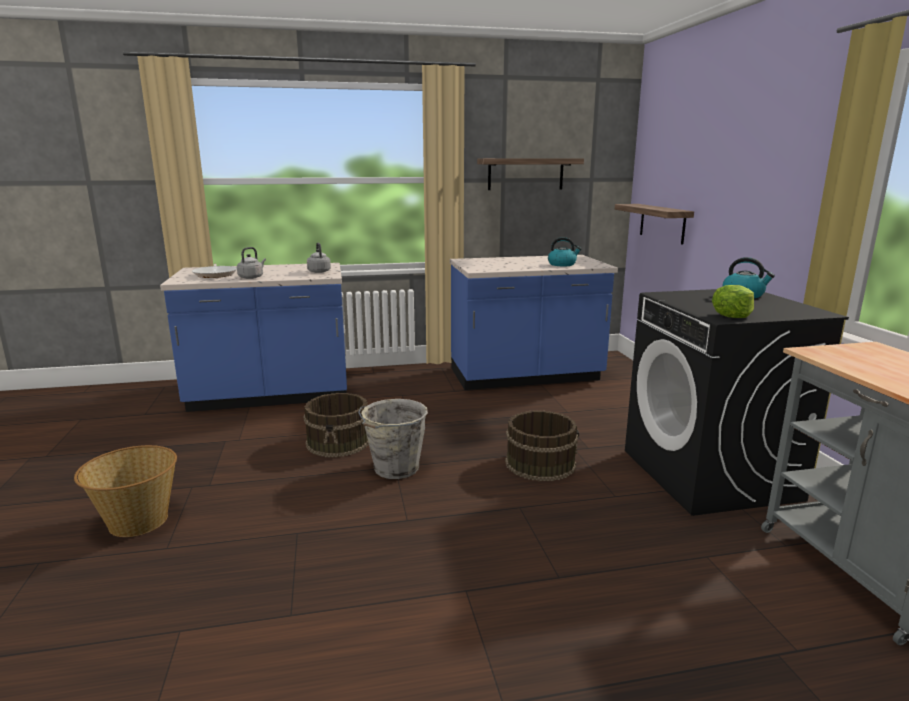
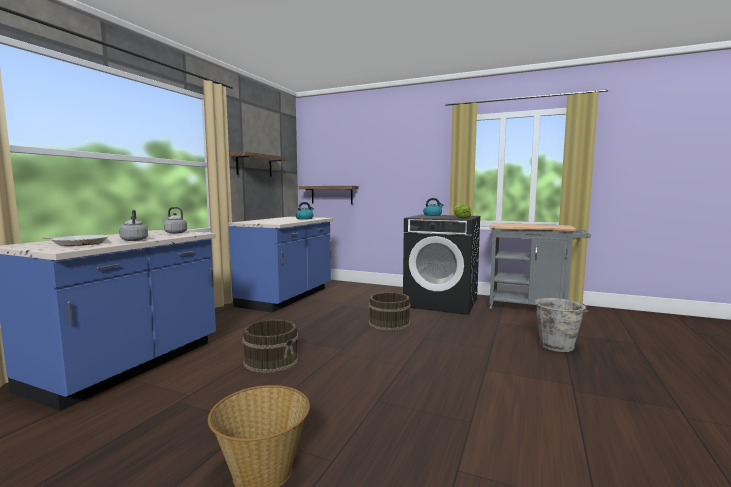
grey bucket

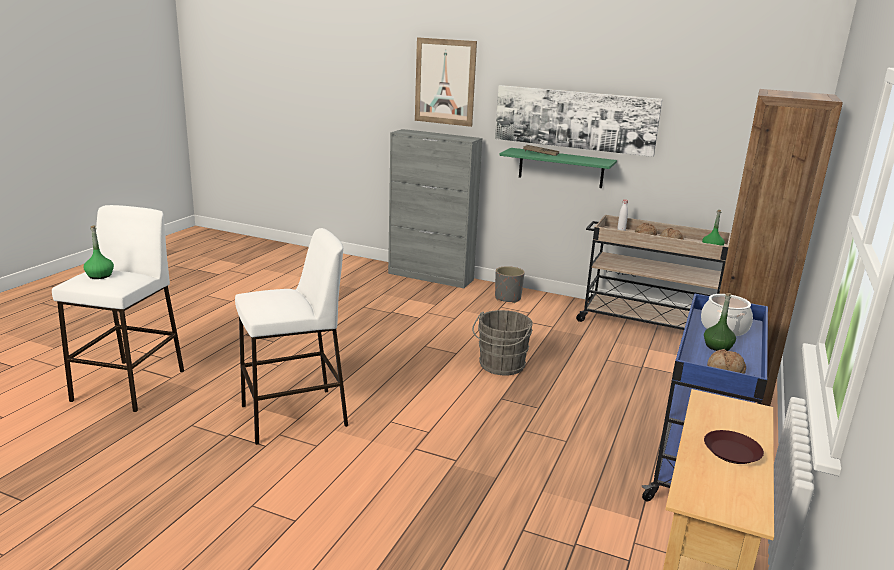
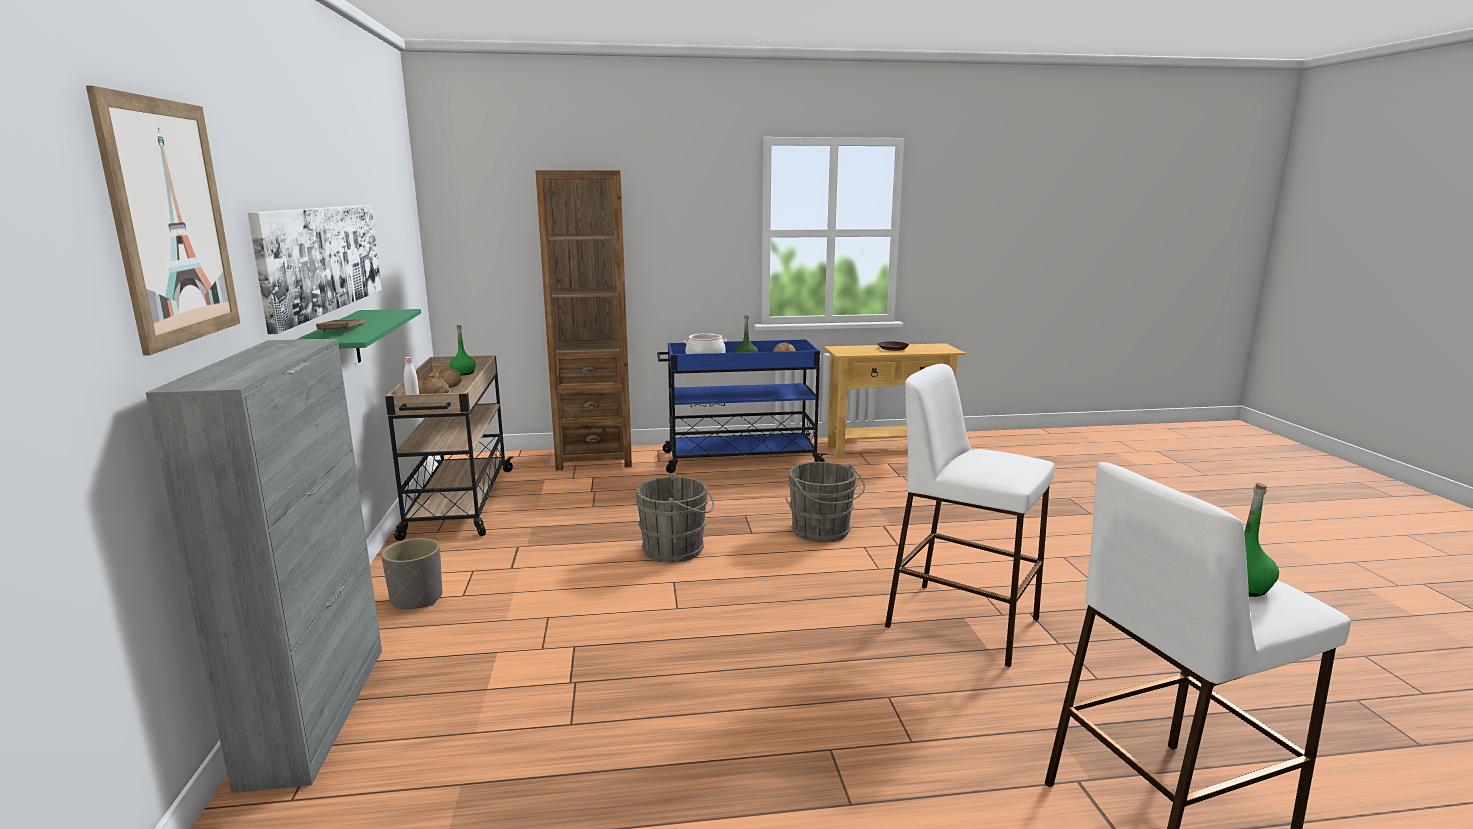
grey bucket (2nd from left)

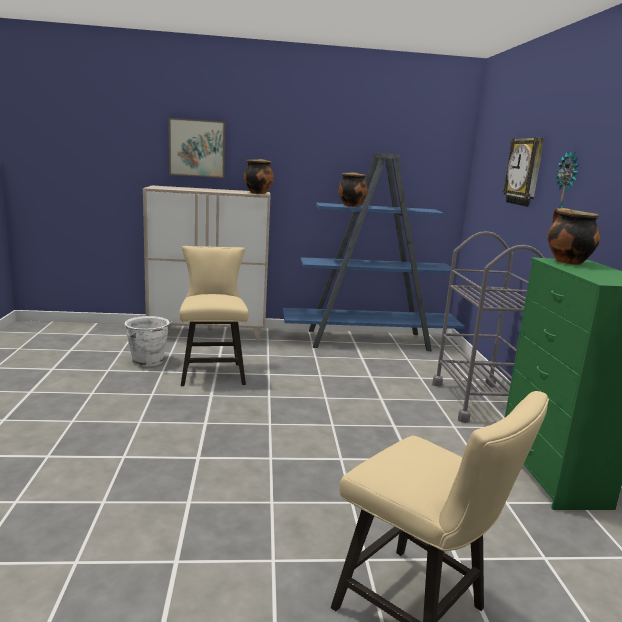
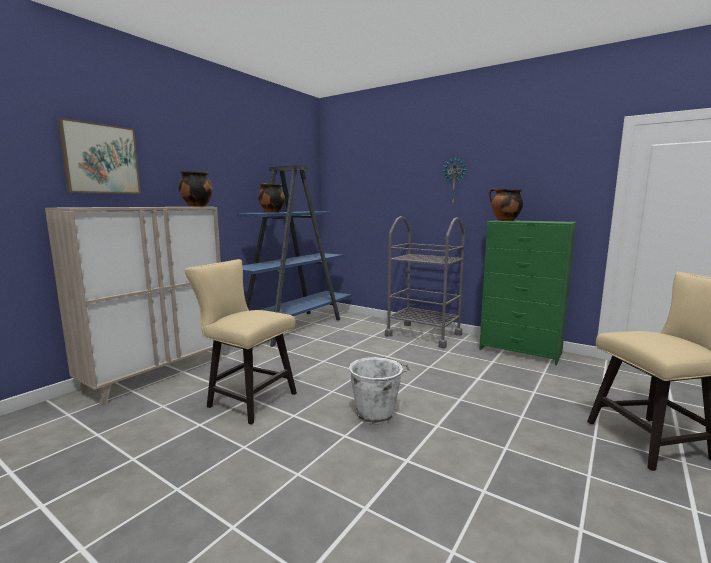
white bucket; wall clock (1st from left in the first image)

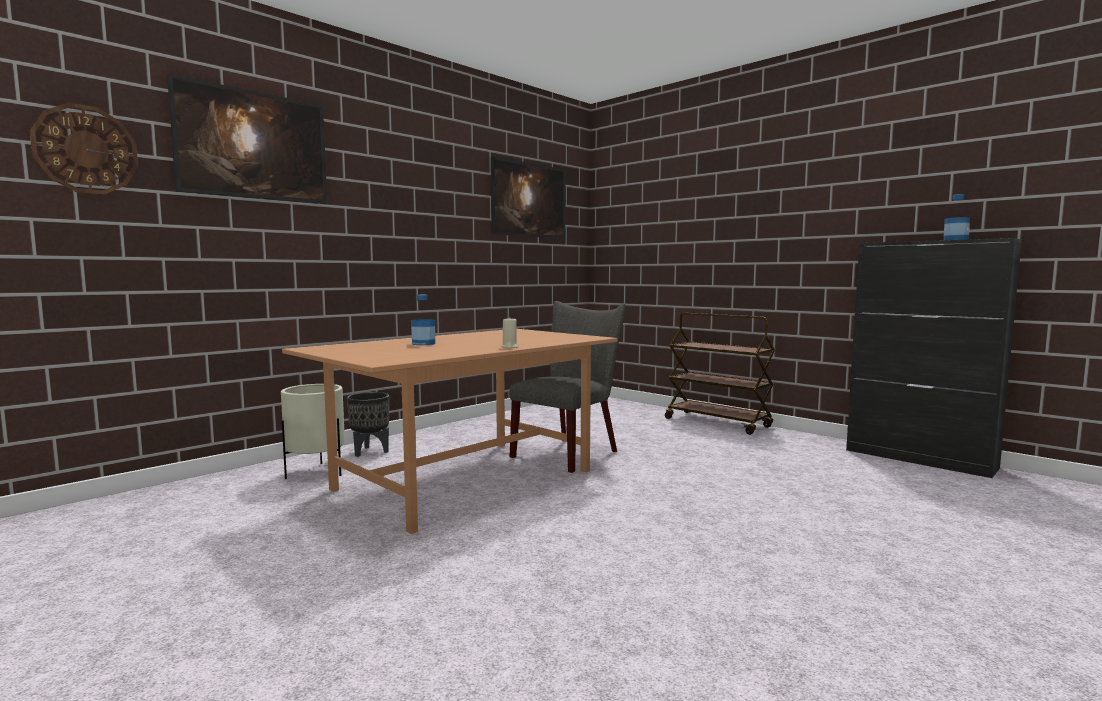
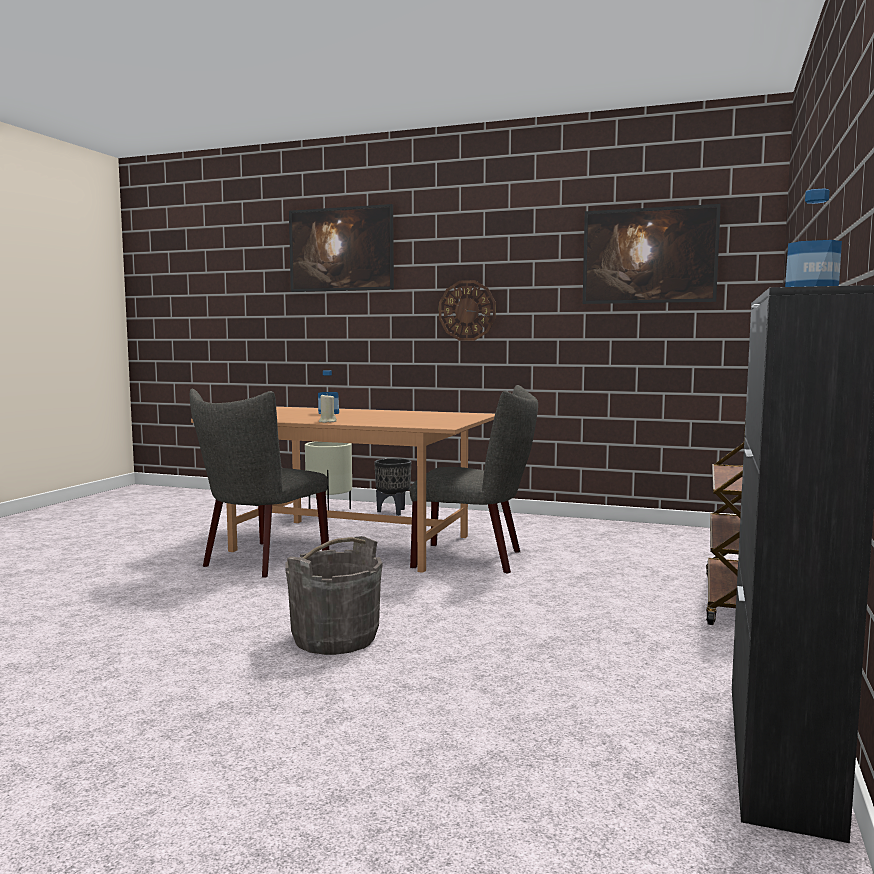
grey chair (1st from left); grey bucket; wall clock

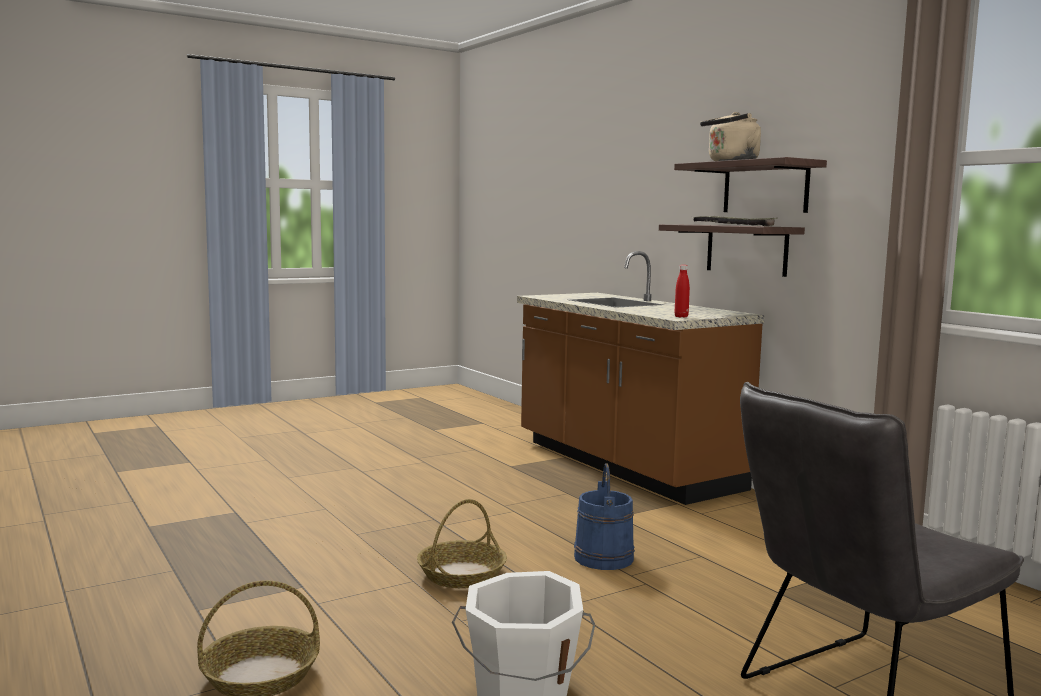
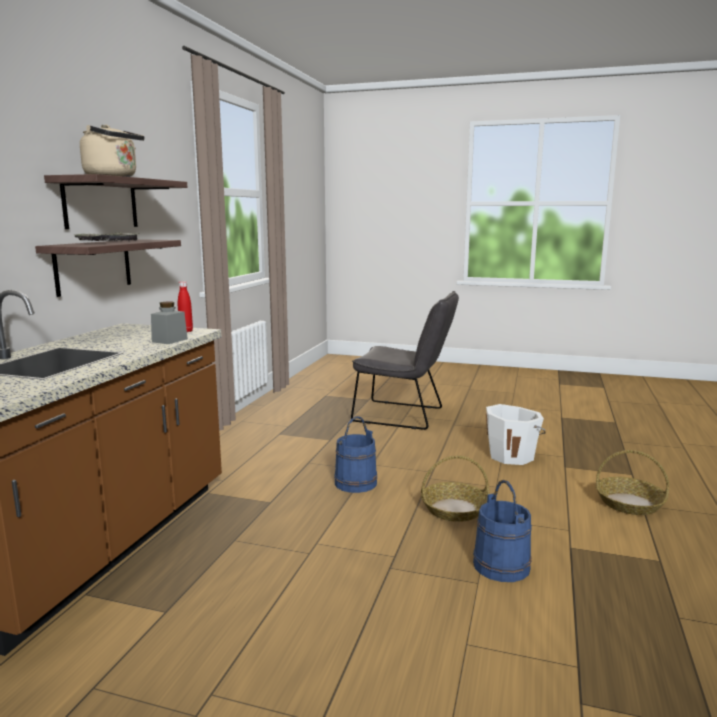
grey jar; blue bucket (2nd from left)

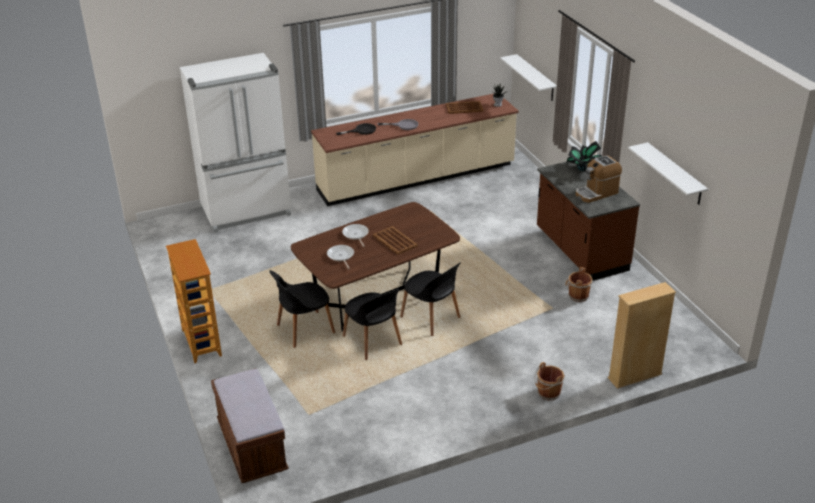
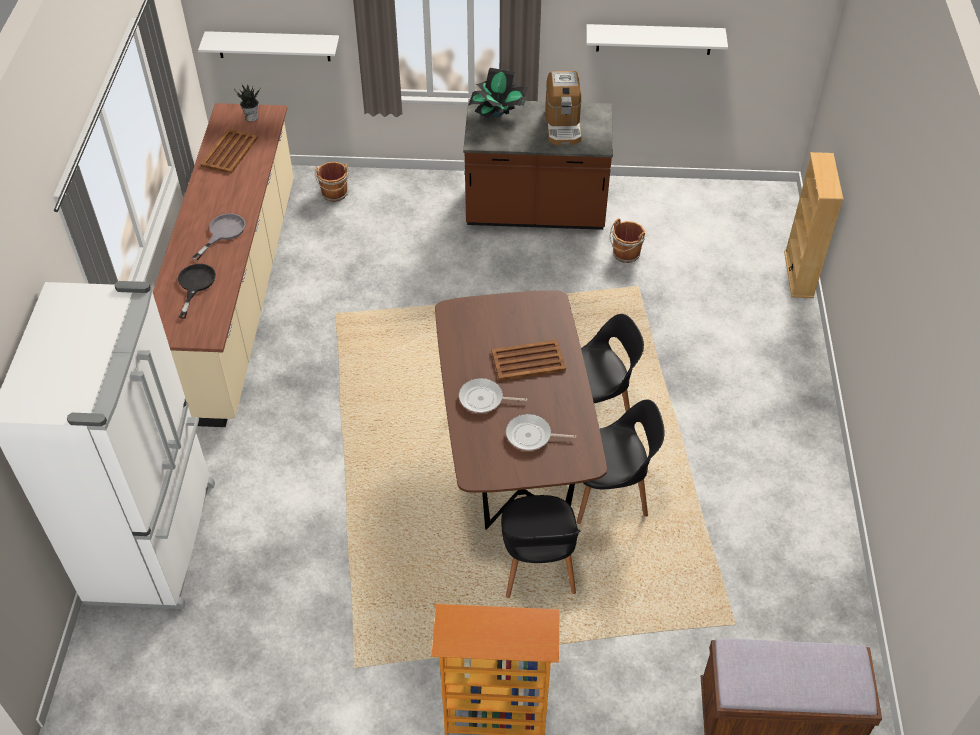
brown bucket (1st from left)

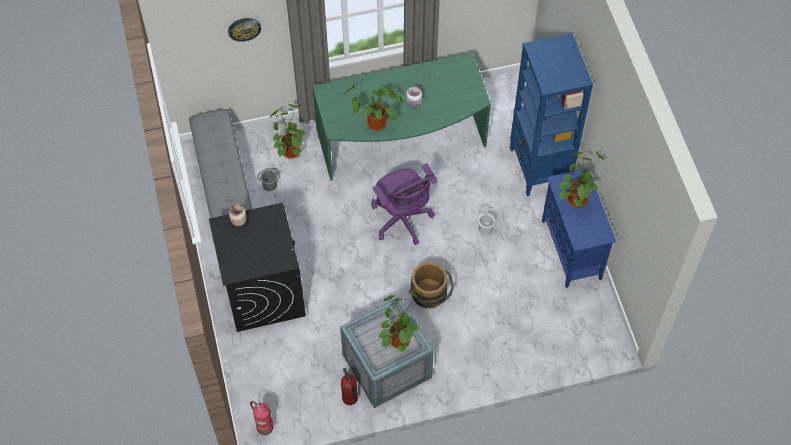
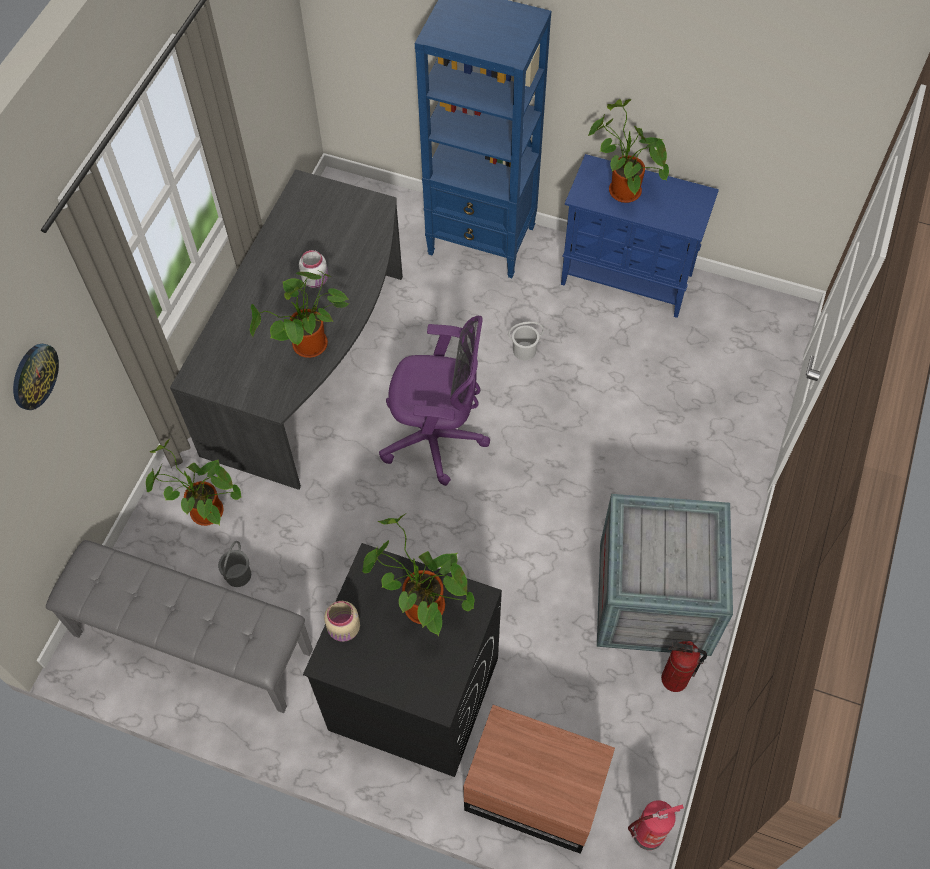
grey desk; potted plant (3rd from left); brown nightstand; brown bucket

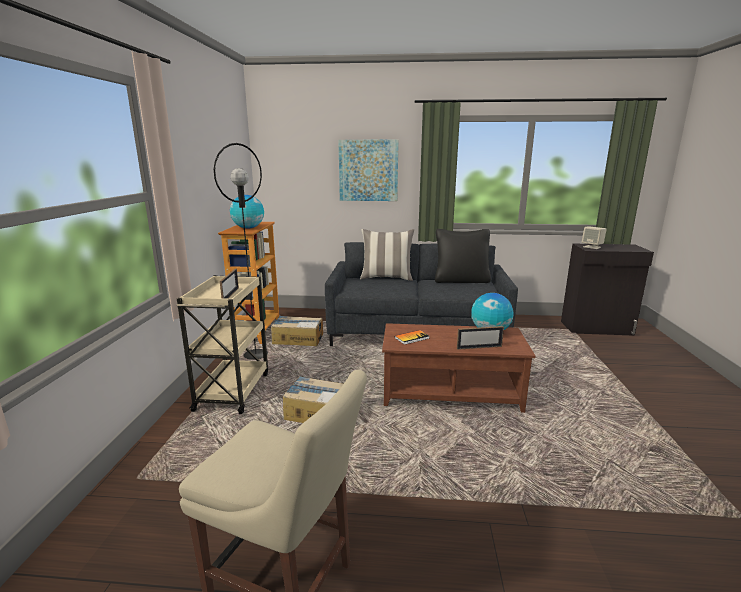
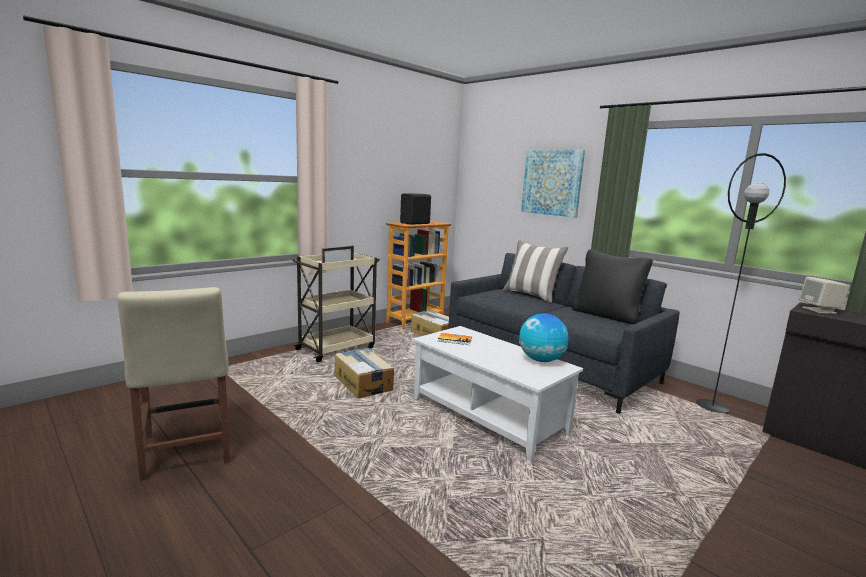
black speaker; white coffee table; black floor lamp; picture frame (2nd from left in the first image)

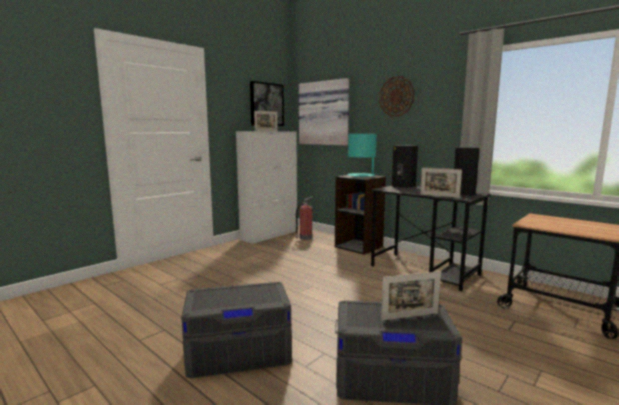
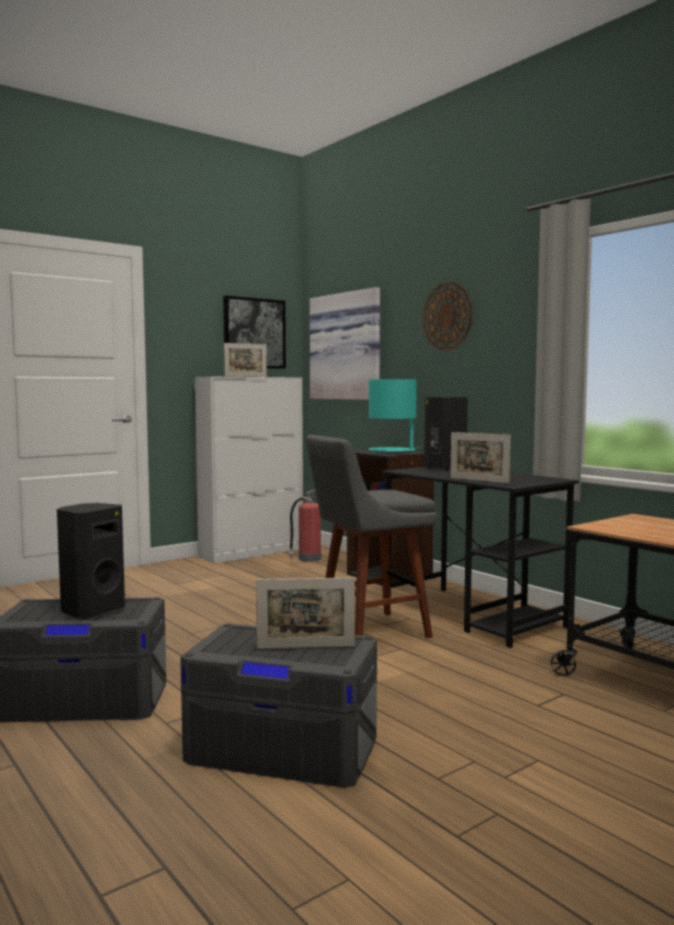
black speaker (1st from left); grey stool

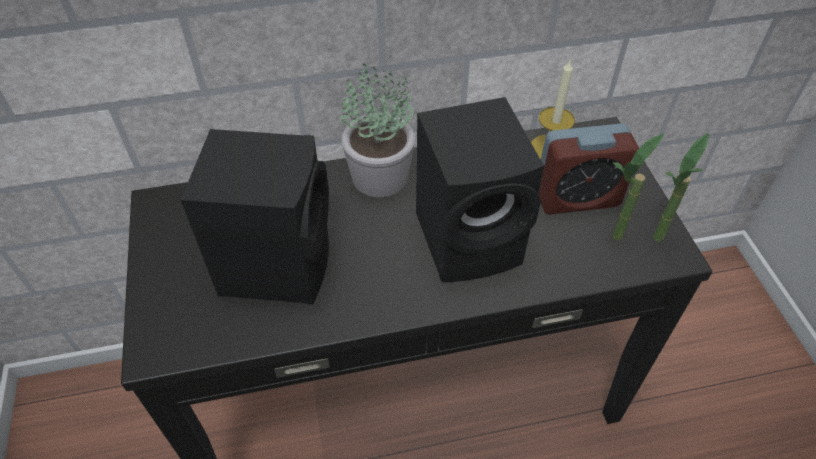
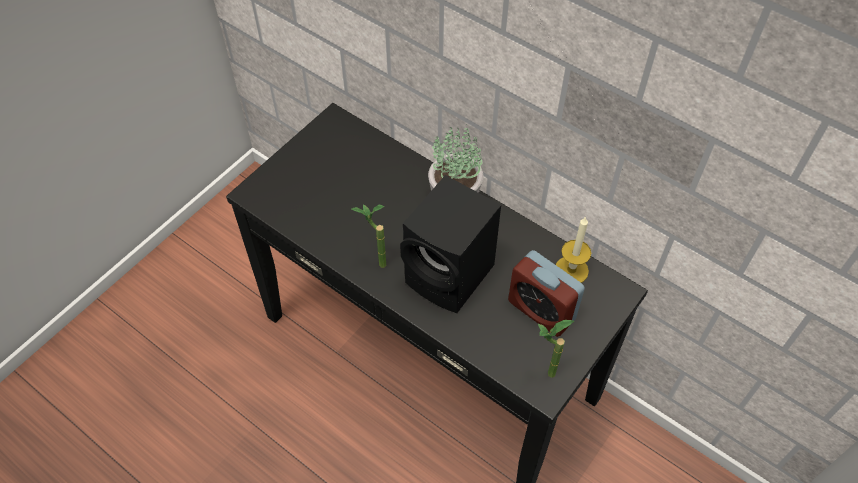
potted plant (1st from left); black speaker (1st from left in the first image)

